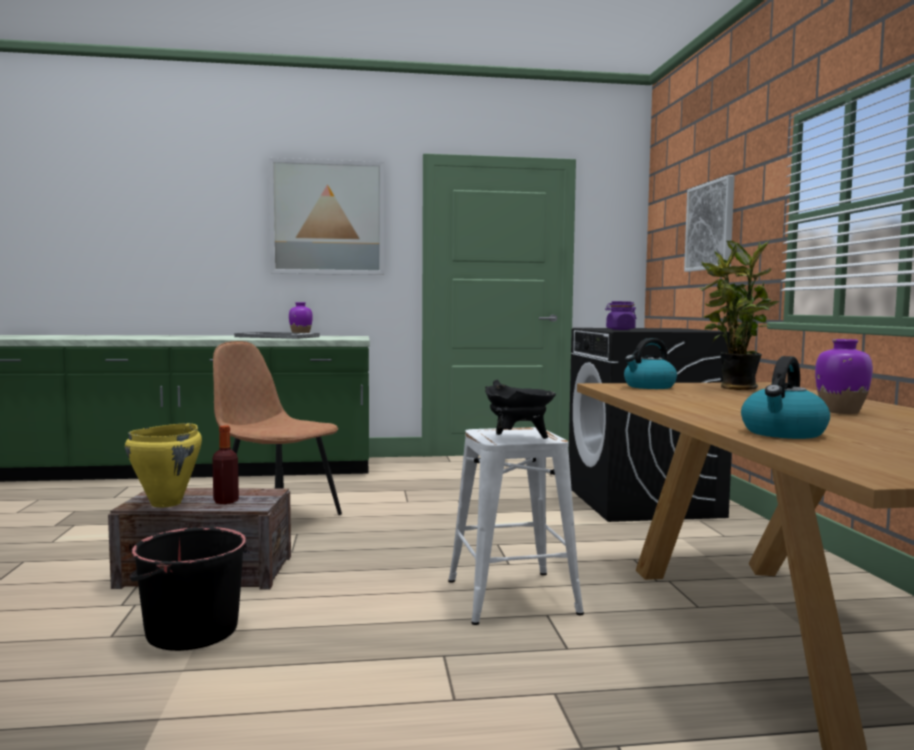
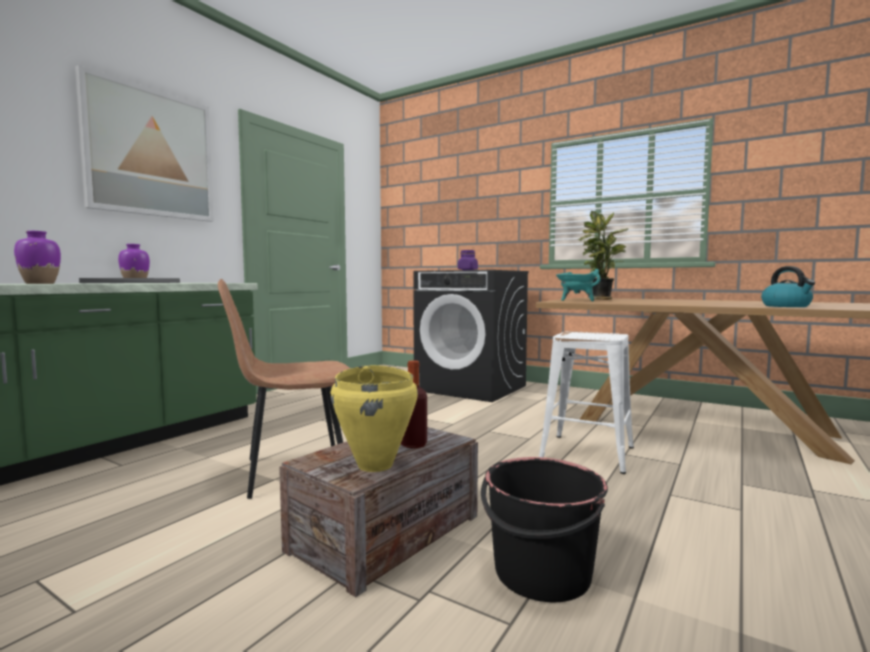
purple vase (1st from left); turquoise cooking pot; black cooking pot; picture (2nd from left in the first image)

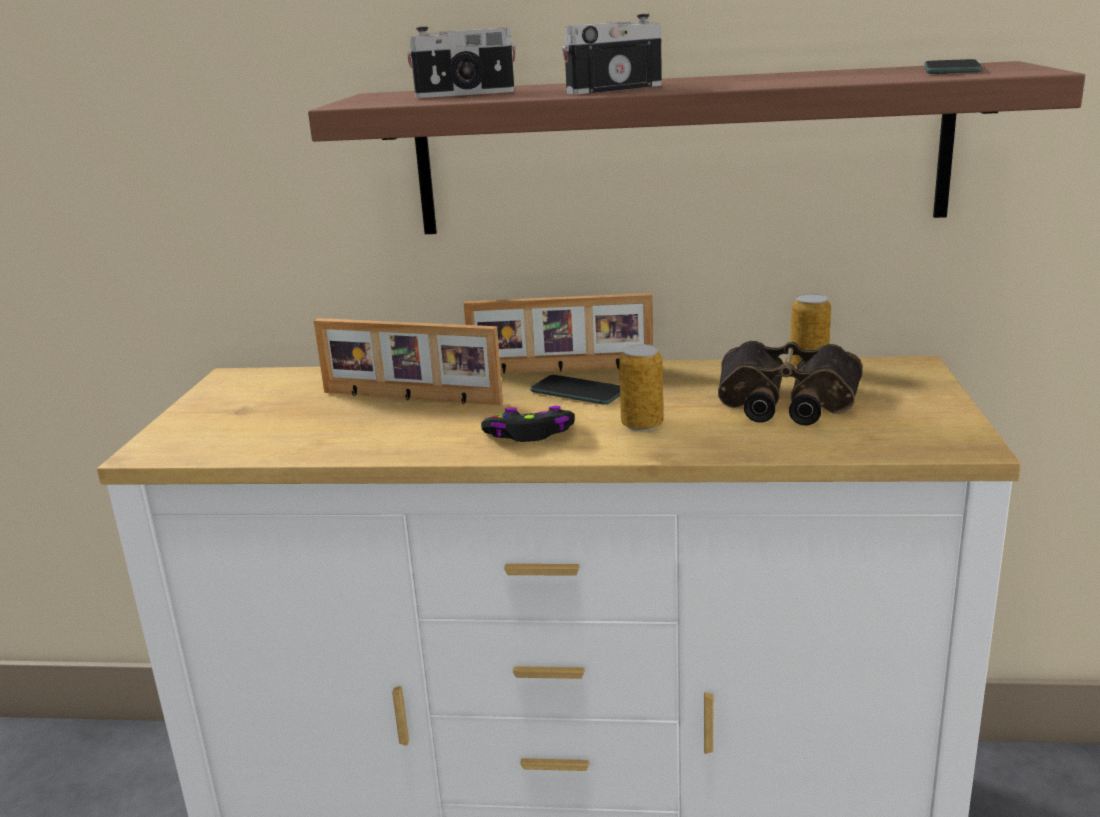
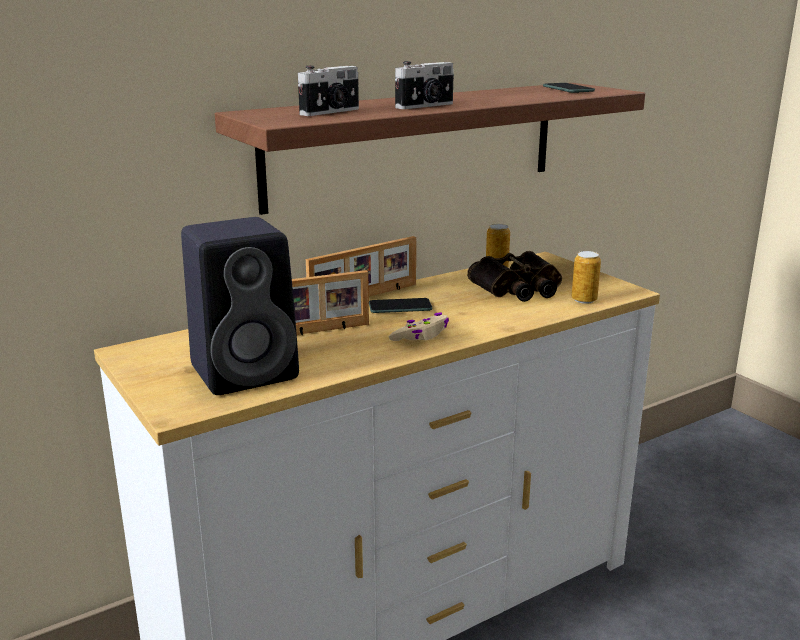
black speaker; beige game controller; photo camera (2nd from left); can (2nd from left)

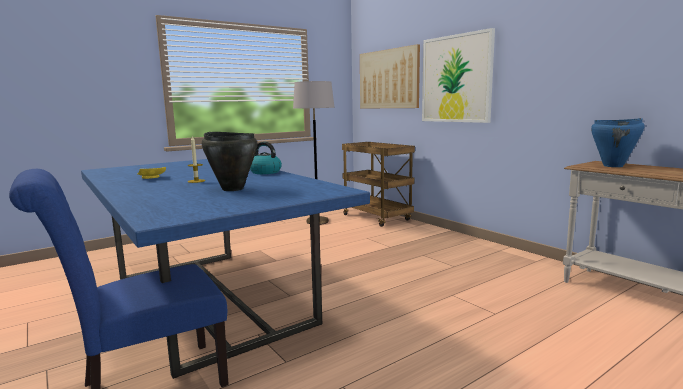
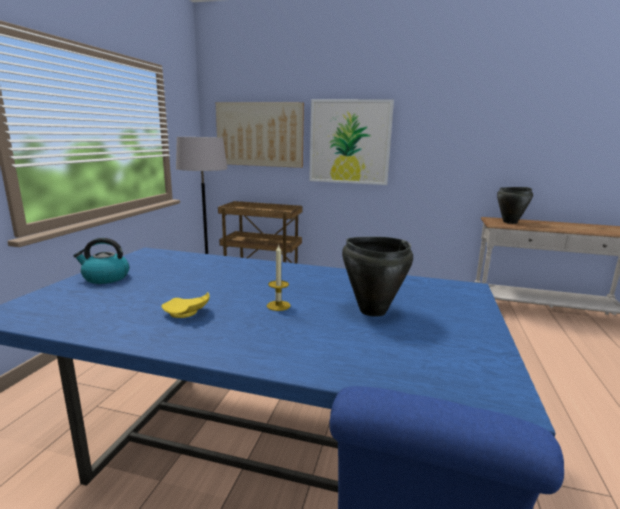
kettle; black cooking pot (2nd from left)

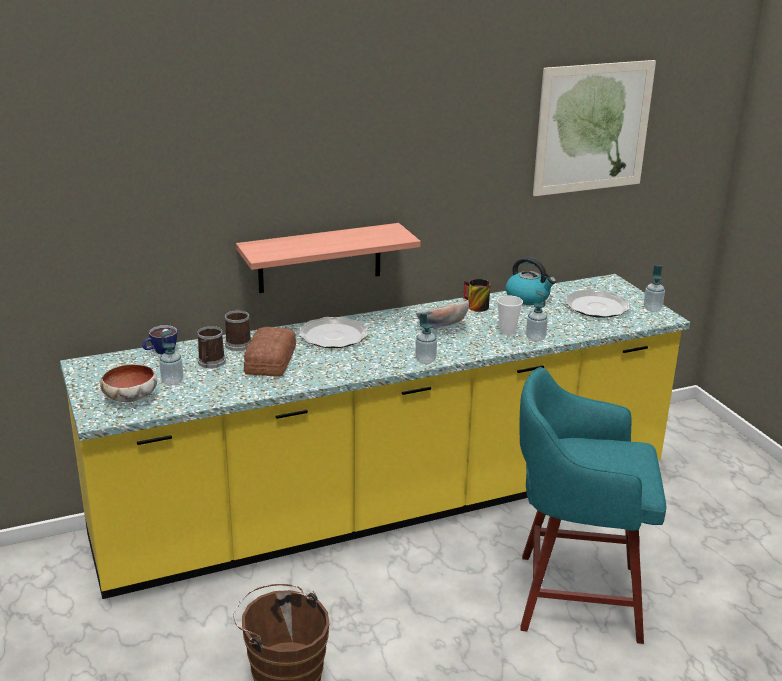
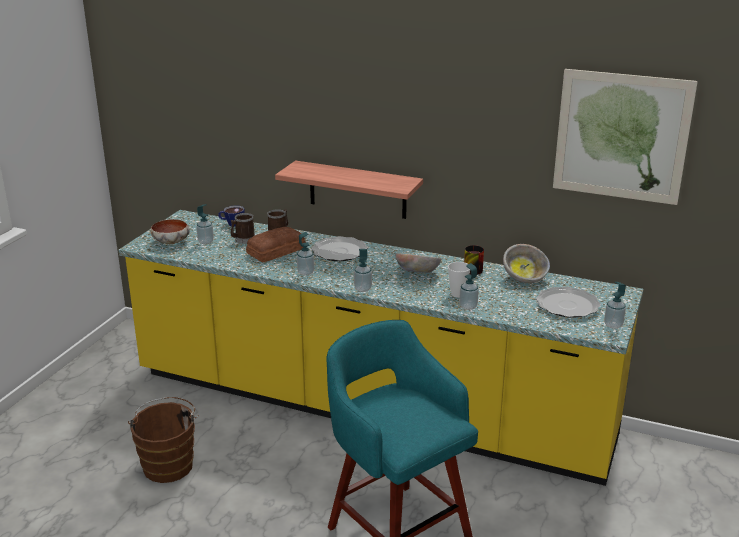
soap dispenser (2nd from left); bowl (3rd from left)

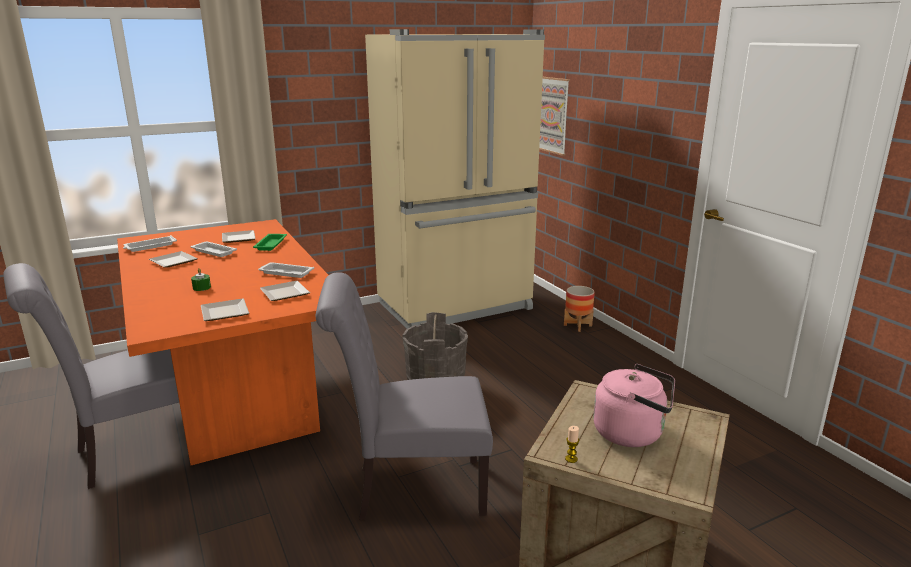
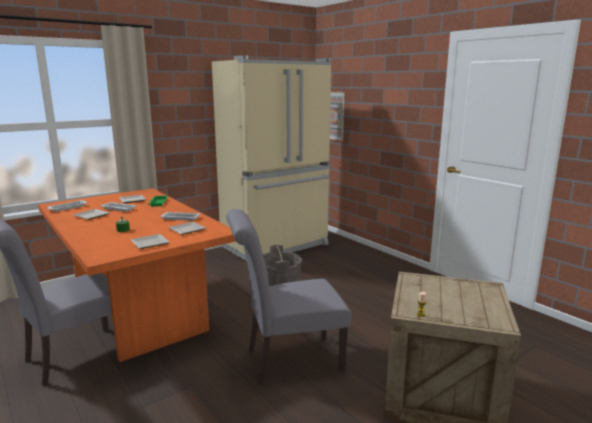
planter; pink kettle

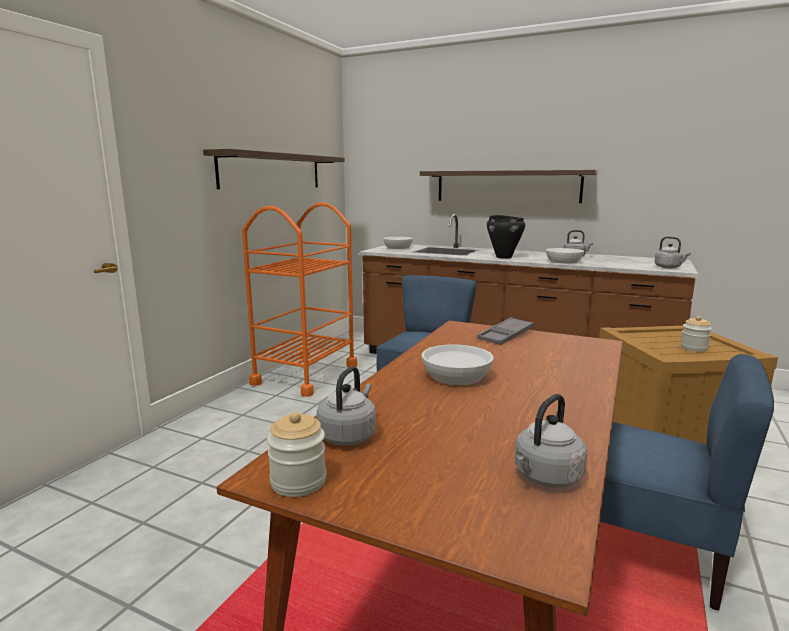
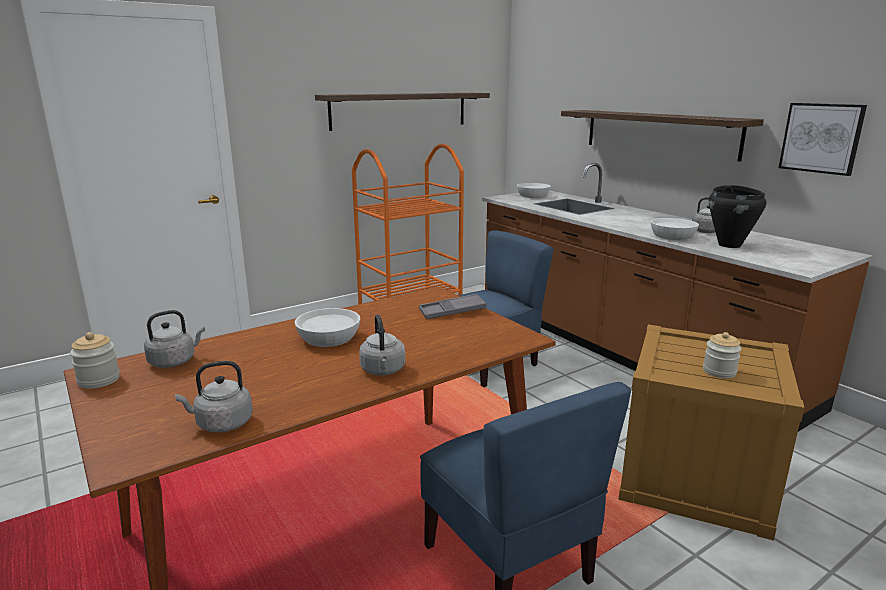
grey kettle (3rd from left); black cooking pot; picture

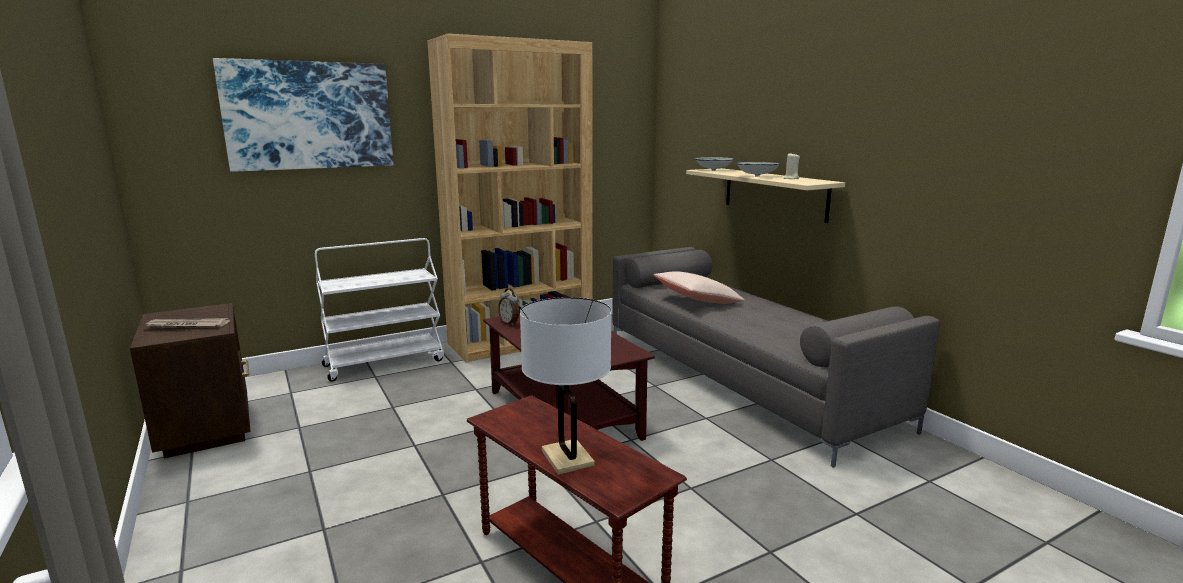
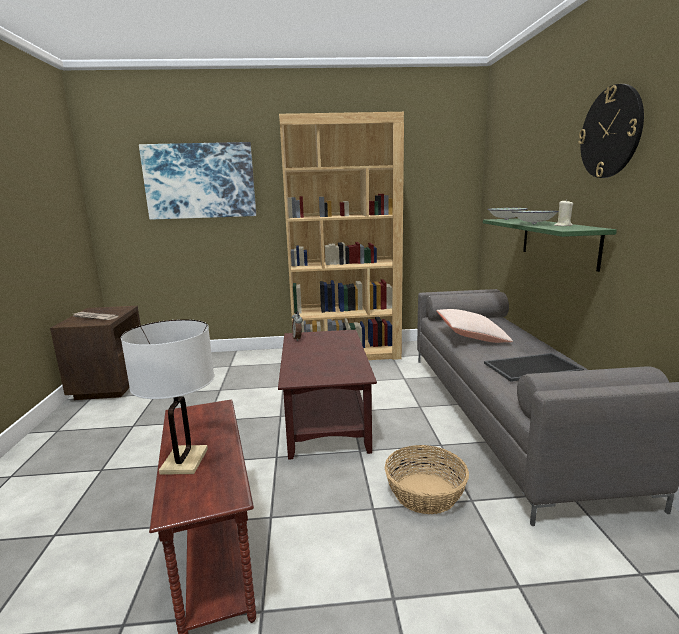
basket; green shelf; tray; wall clock; white cart

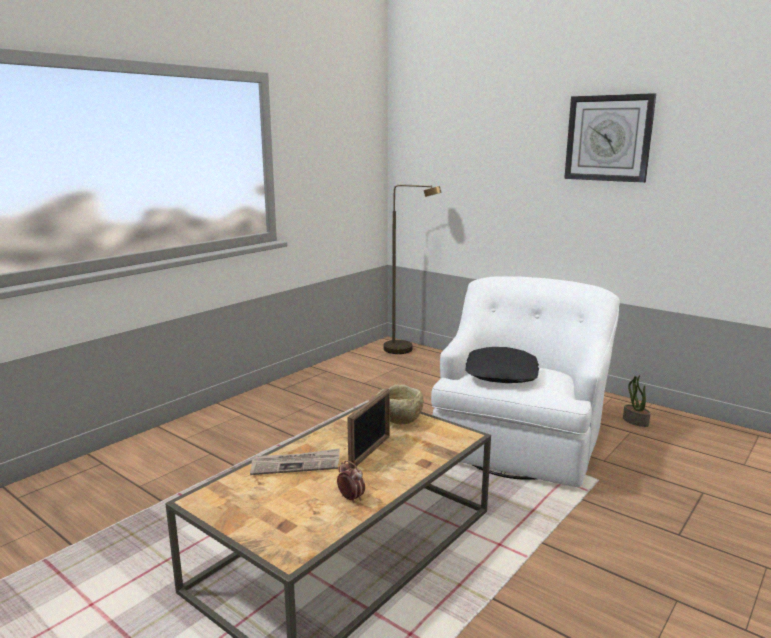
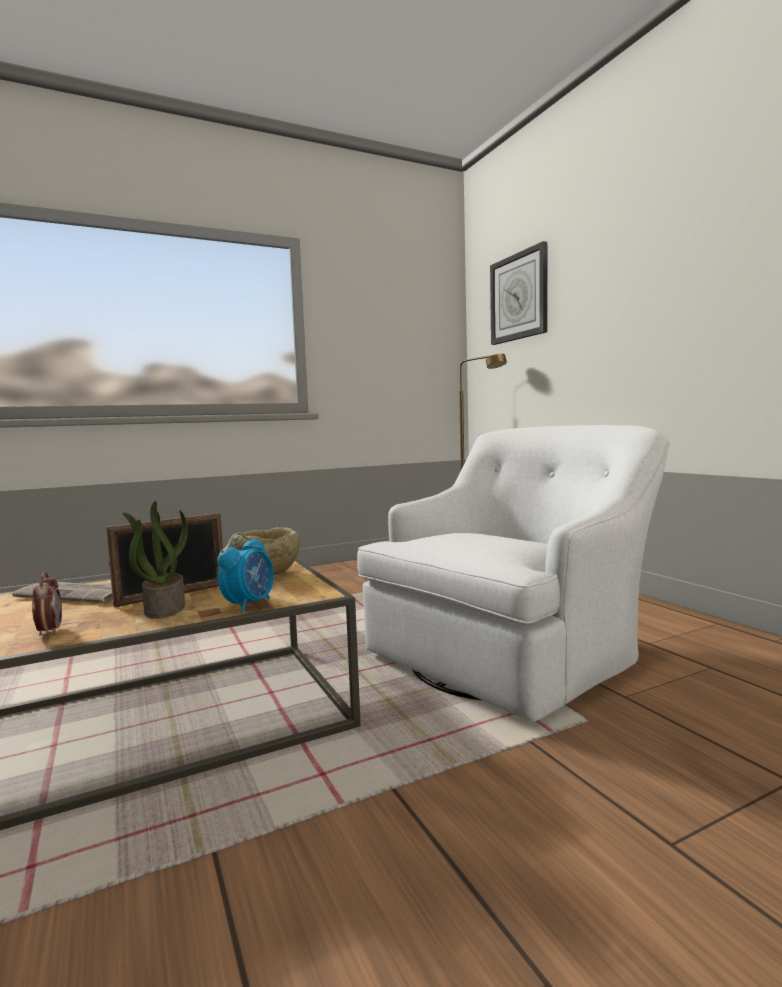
potted plant; alarm clock (2nd from left); wall clock; black pillow

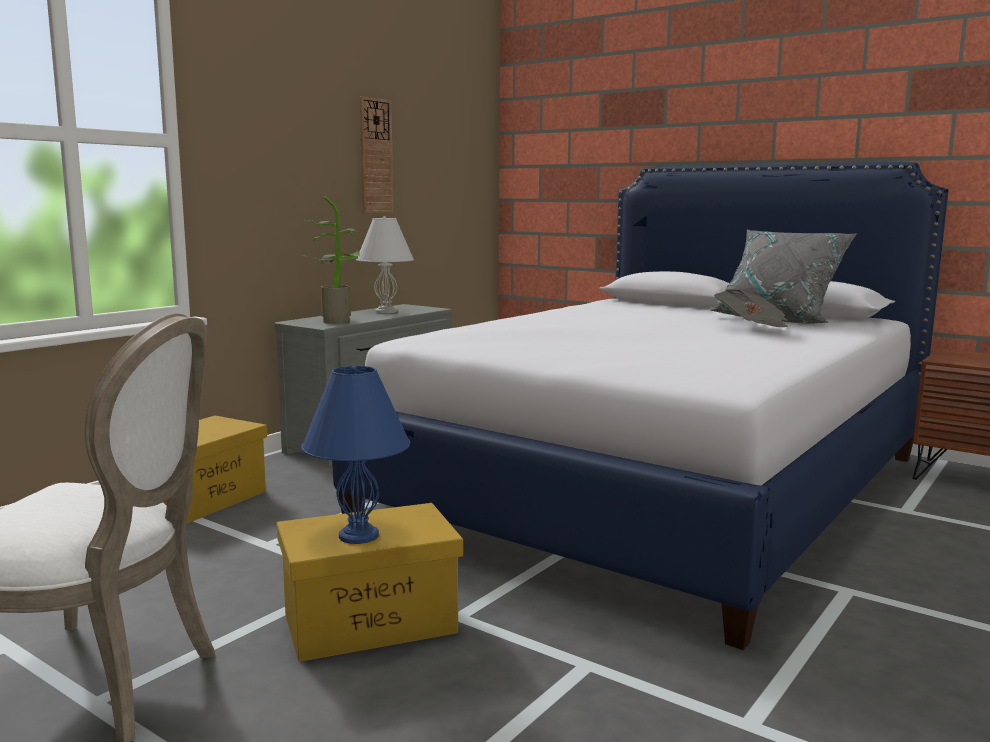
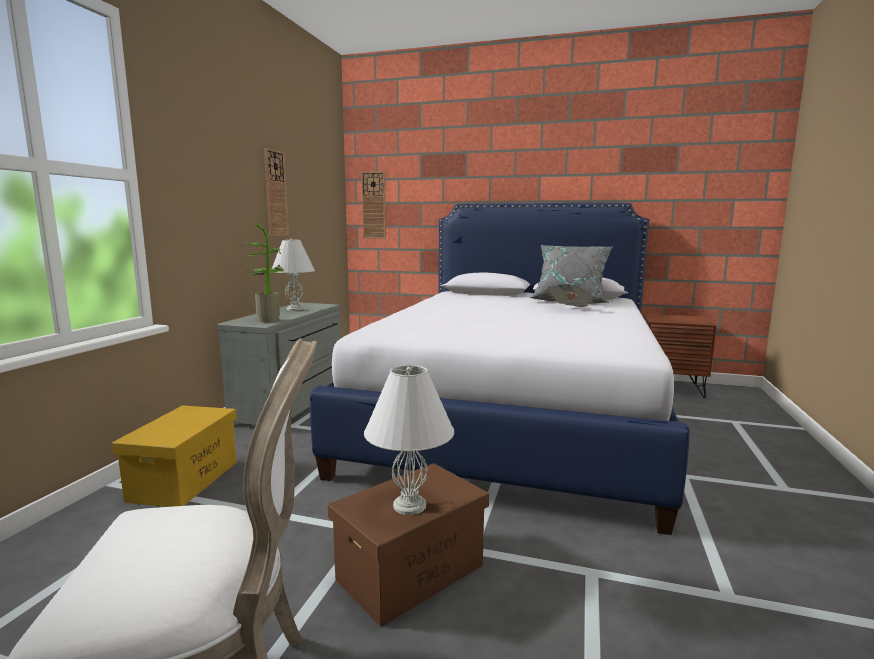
brown storage box; wall clock (2nd from left); white table lamp (2nd from left)

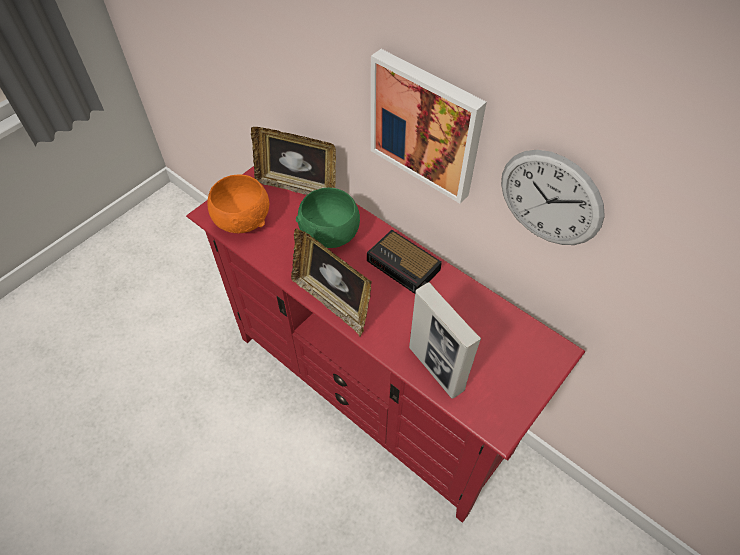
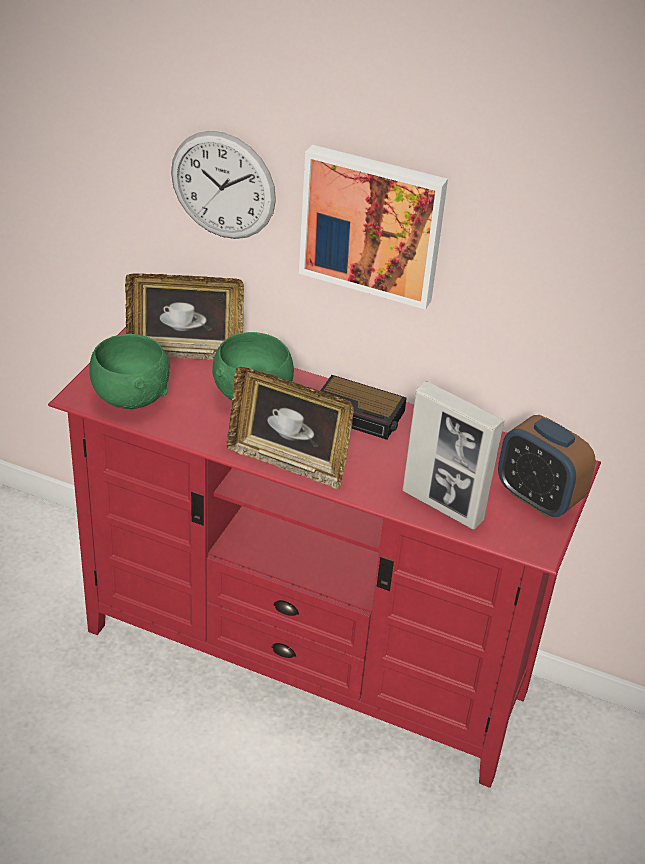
green bowl (1st from left); wall clock; alarm clock (2nd from left)

